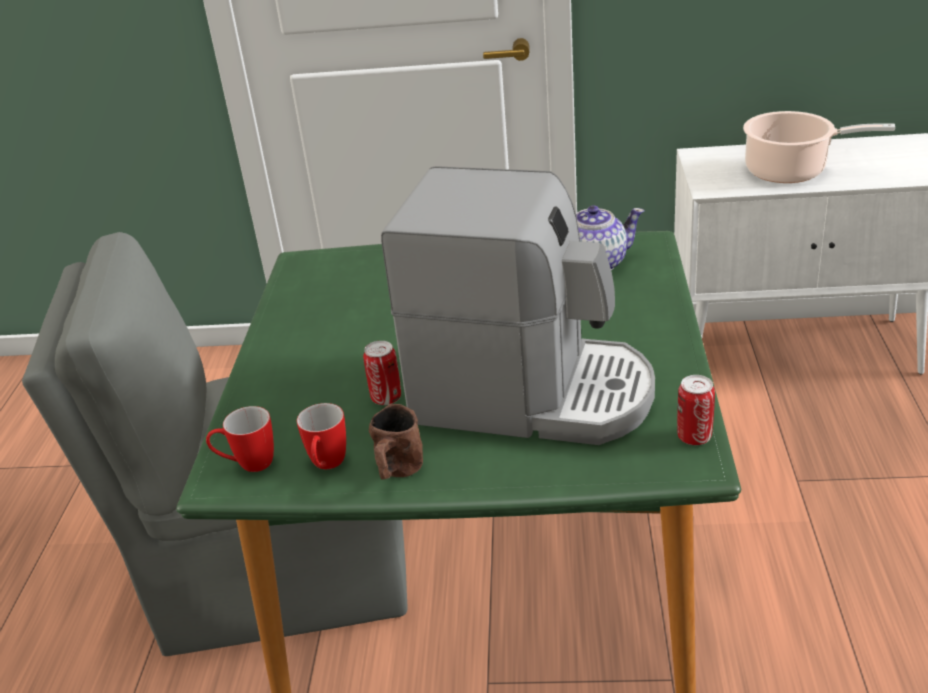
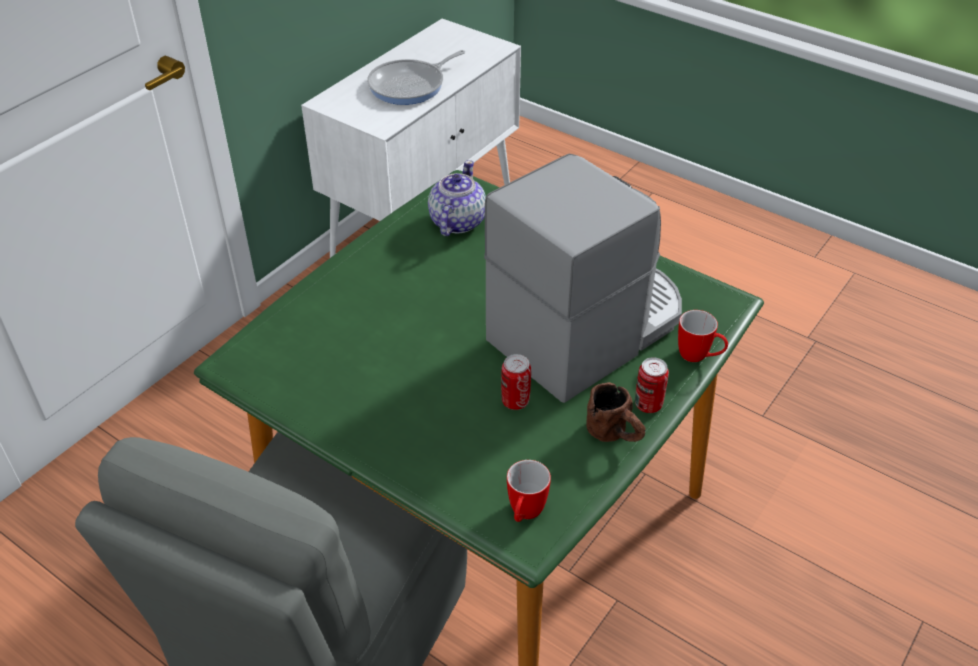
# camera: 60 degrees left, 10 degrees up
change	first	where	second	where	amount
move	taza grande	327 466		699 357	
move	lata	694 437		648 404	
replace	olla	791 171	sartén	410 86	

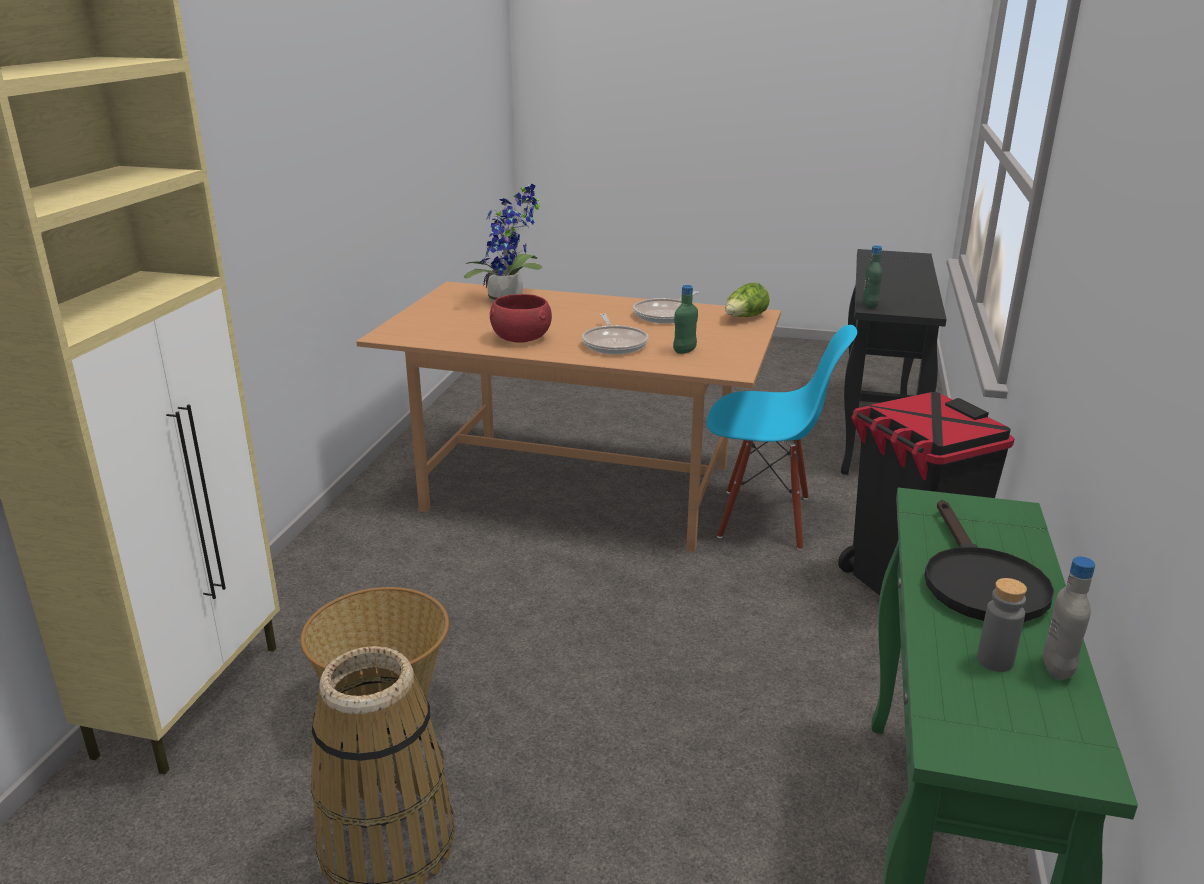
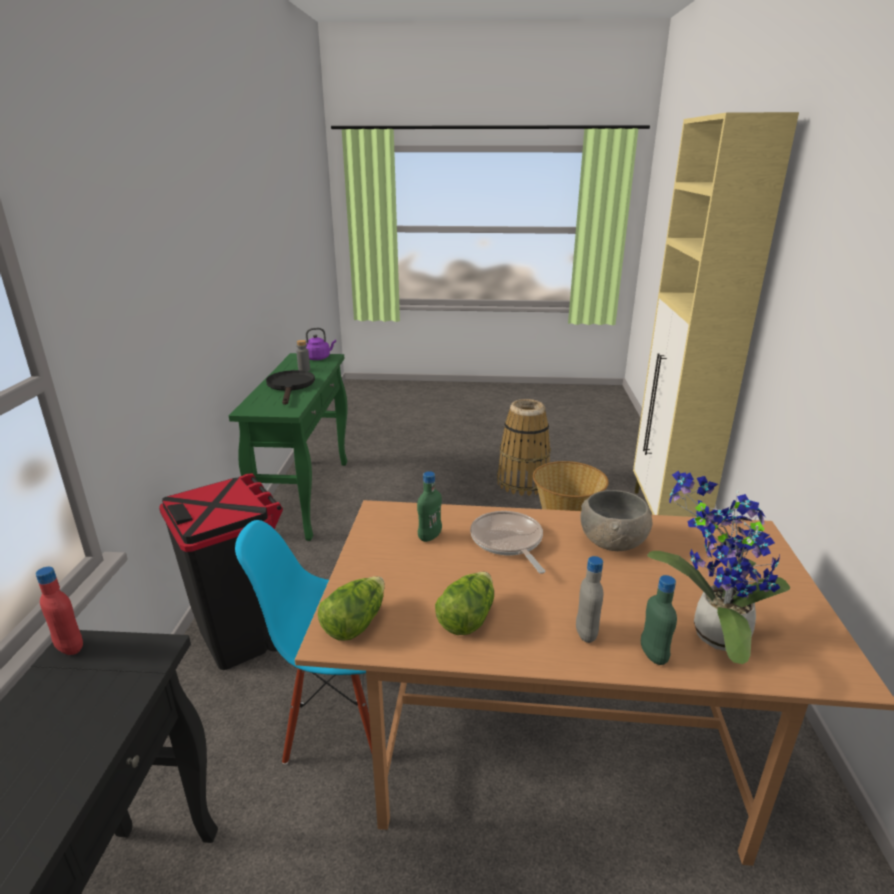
# camera: 170 degrees right, 0 degrees up
change	first	where	second	where	amount
insert			botella (rojo)	70 647	
insert			hervidor (morado)	319 358	
move	botella (verde)	869 305		653 655	
move	botella (gris)	1057 668		586 633	
replace	sartén	666 315	lechuga	467 617	
recolor	cuenco (rojo)	520 338	cuenco (gris)	613 541	

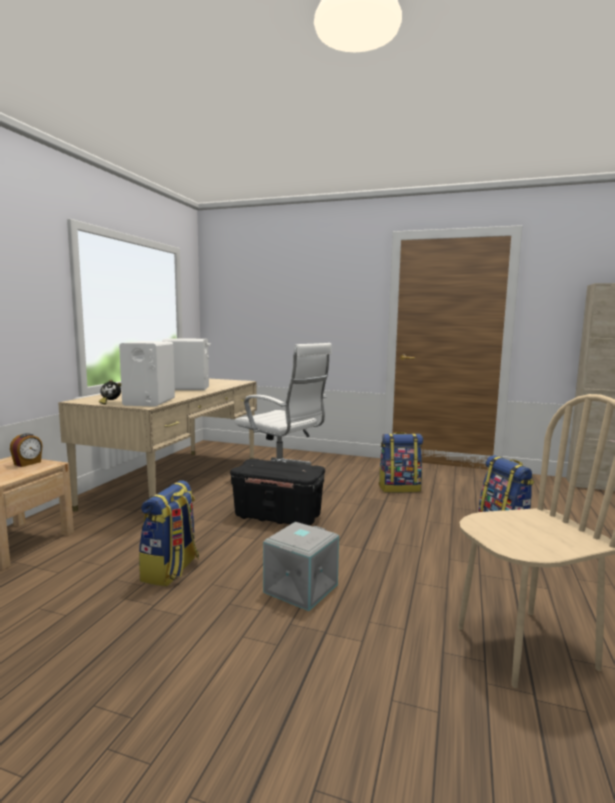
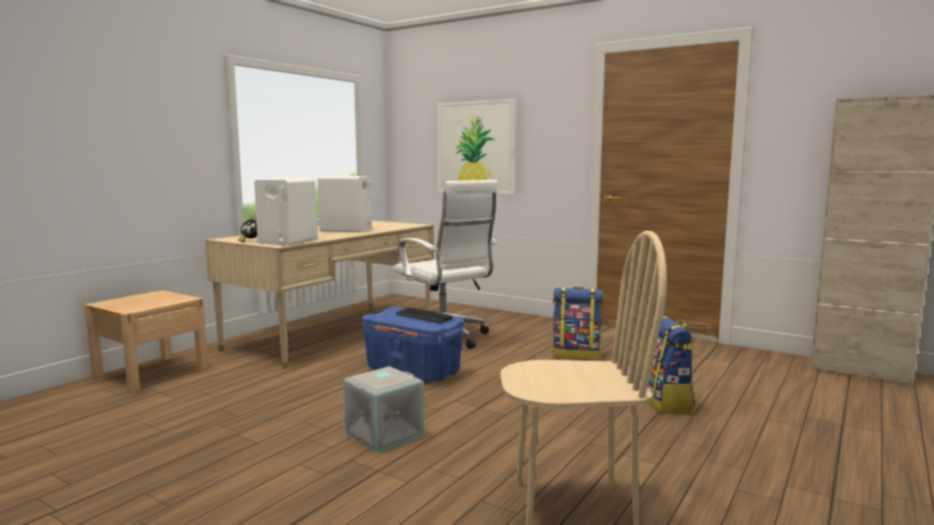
# camera: 15 degrees right, 0 degrees up
change	first	where	second	where	amount
delete	despertador	28 463			
delete	mochila	171 571			
insert			teclado	423 316	
insert			cuadro	476 147	
recolor	caja de almacenaje (negro)	278 516	caja de almacenaje (azul)	414 371	

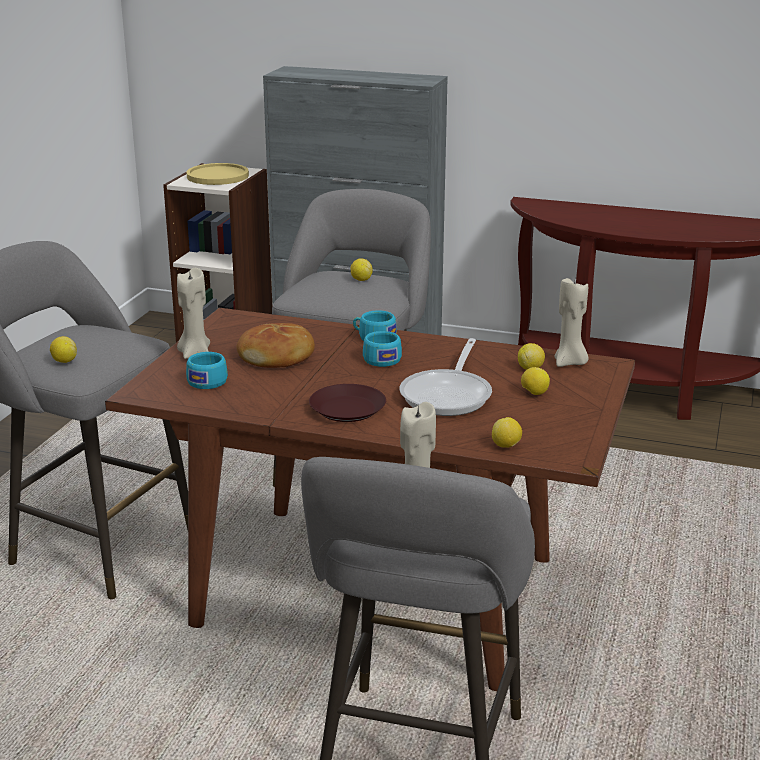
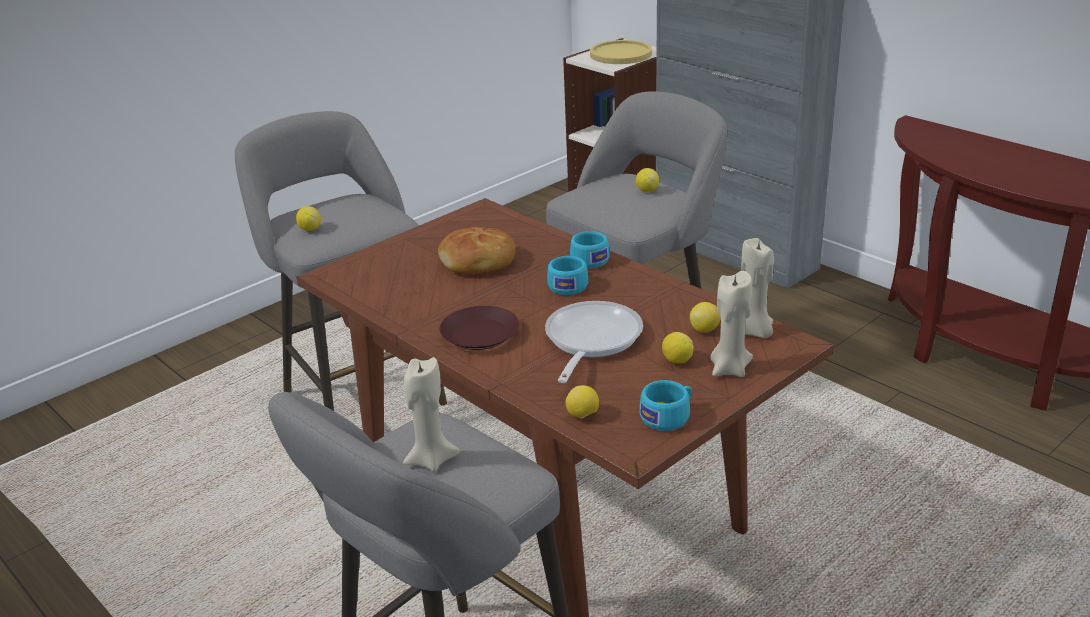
# camera: 30 degrees right, 5 degrees up
change	first	where	second	where	amount
move	vela (beis)	194 353		729 369	
move	taza (turquesa)	210 380		669 416	
rotate	sartén	449 395		590 341	150 degrees clockwise

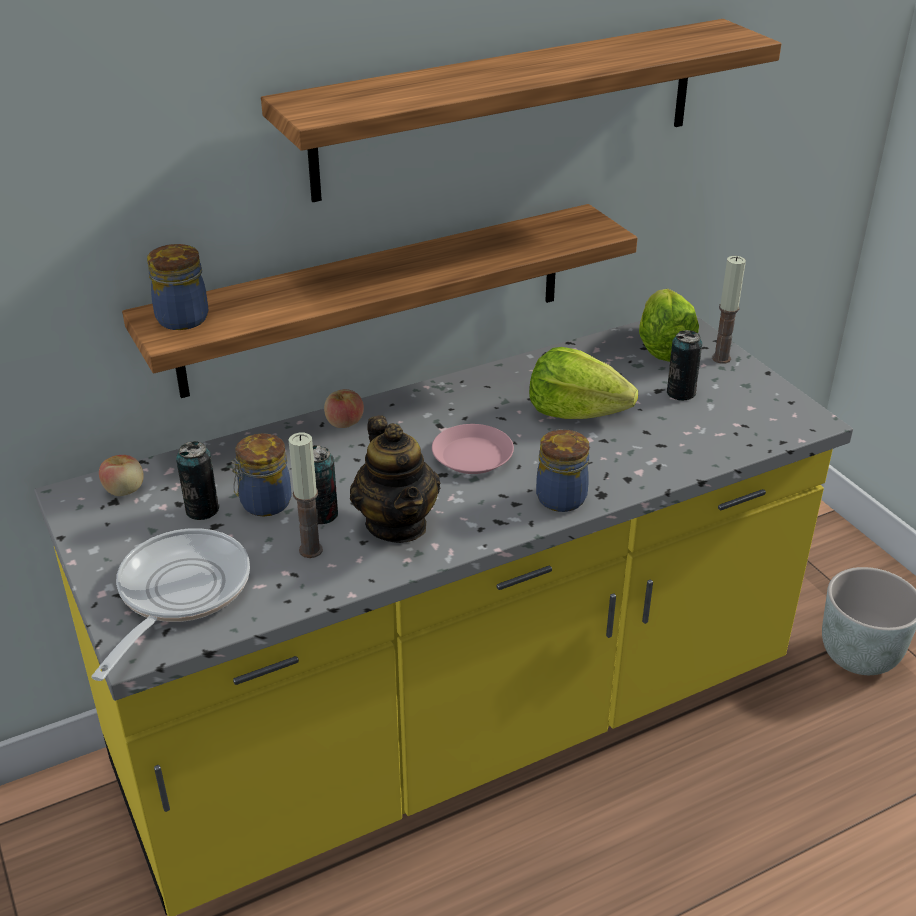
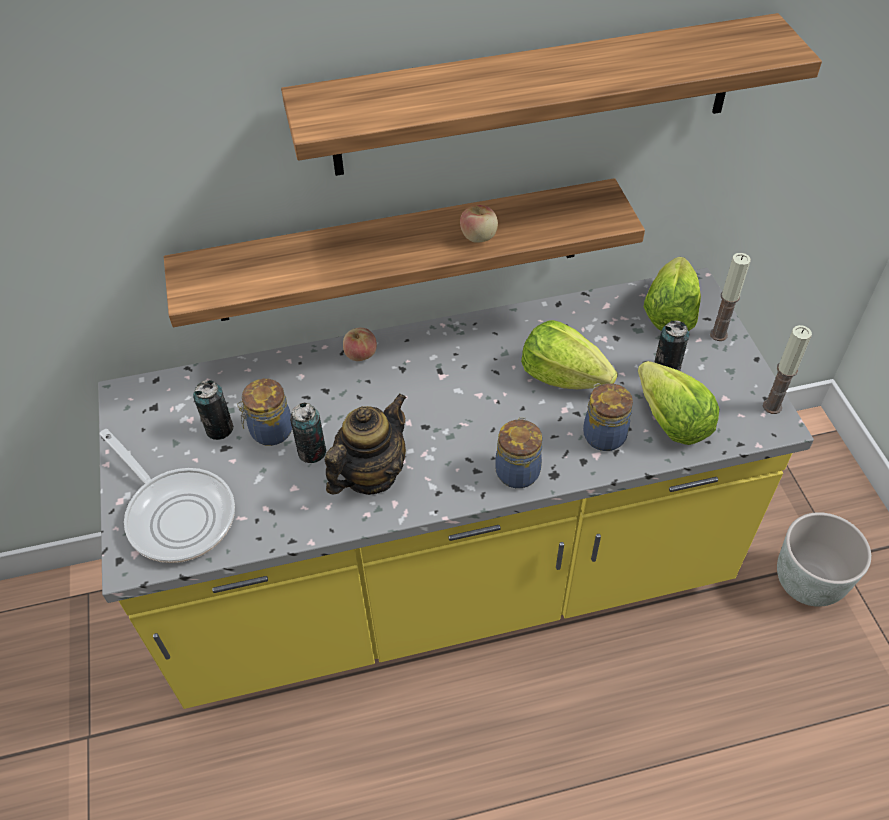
# camera: 15 degrees right, 15 degrees up
change	first	where	second	where	amount
delete	plato (rosa)	472 456			
insert			lechuga	670 421	
move	manzana	125 490		479 237	
move	tarro	181 318		603 434	
move	vela	311 550		772 406	
rotate	sartén	178 594		177 513	105 degrees clockwise
rotate	tetera	397 524		370 474	135 degrees counterclockwise

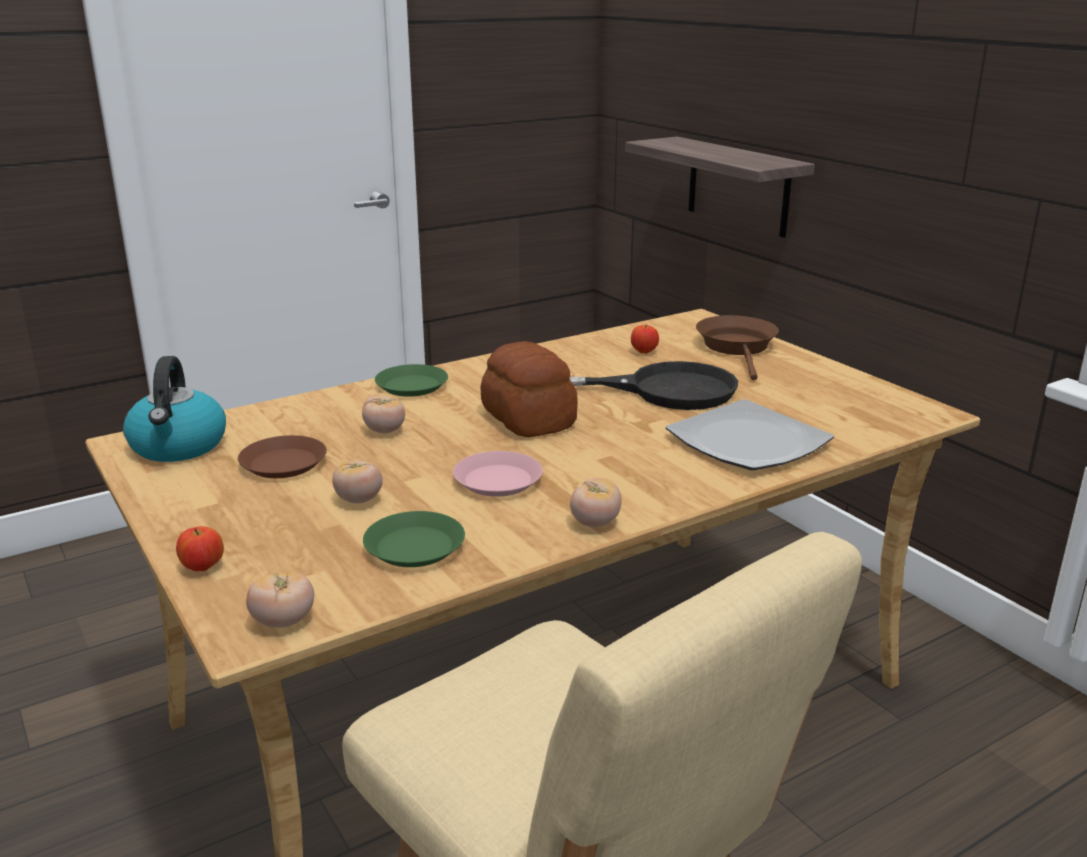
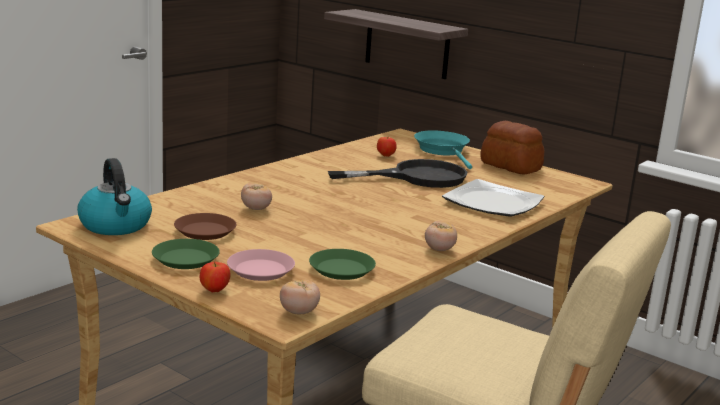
# camera: 20 degrees left, 5 degrees down
change	first	where	second	where	amount
delete	tomate	359 500			
move	plato (verde)	411 386		185 259	
move	plato (rosa)	498 481		261 270	
move	pan	529 418		510 166	
recolor	sartén (marrón)	738 347	sartén (turquesa)	443 151	

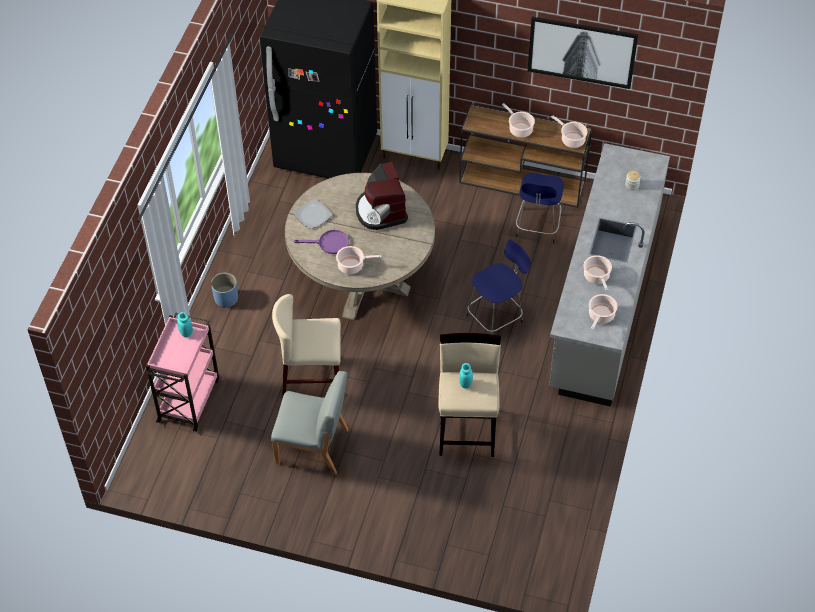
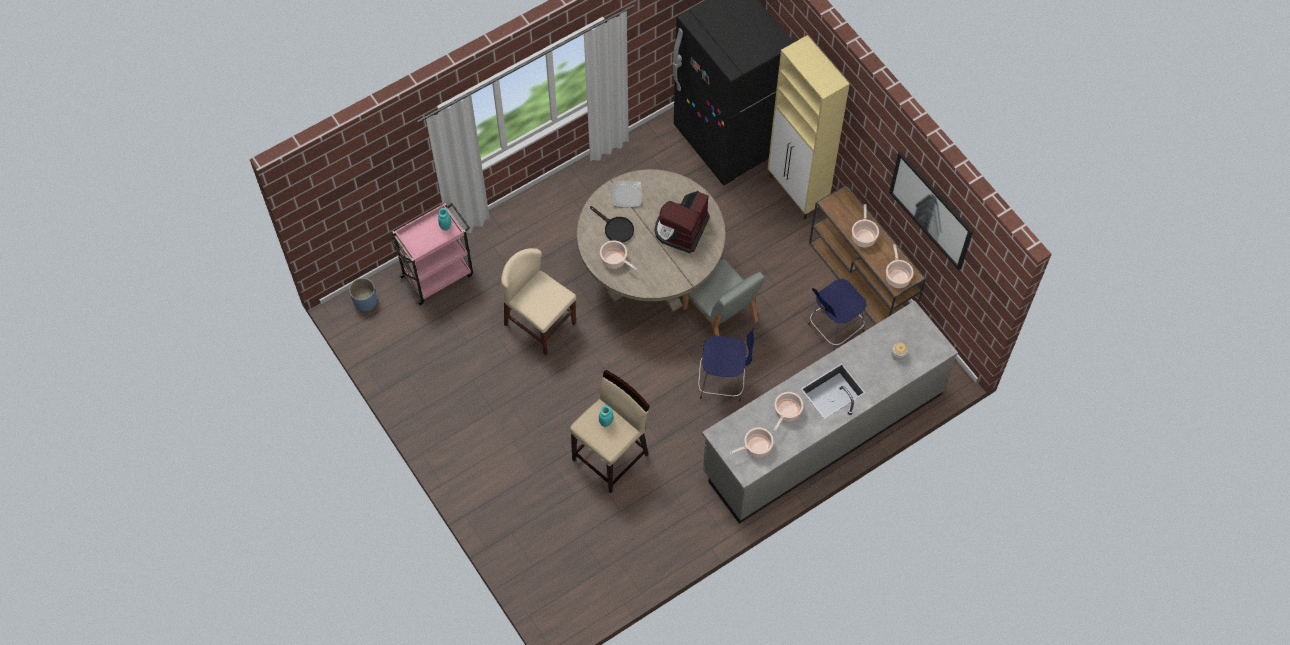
# camera: 40 degrees right, 10 degrees up
change	first	where	second	where	amount
move	maceta (azul)	226 299		365 301	
move	silla (gris)	313 447		720 315	
recolor	sartén (morado)	329 243	sartén (negro)	615 228	

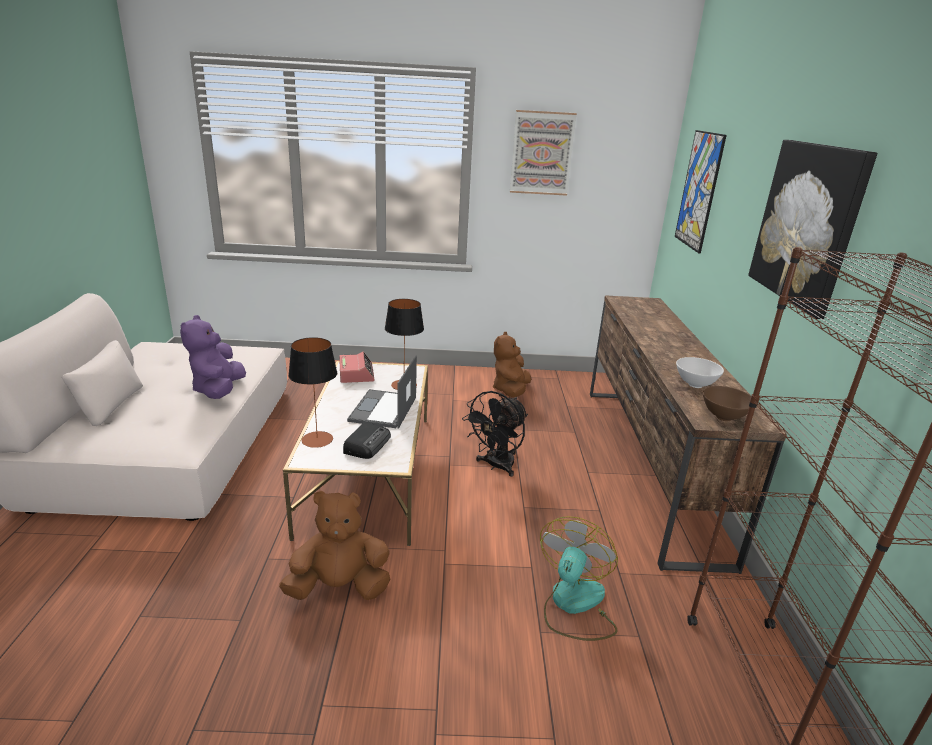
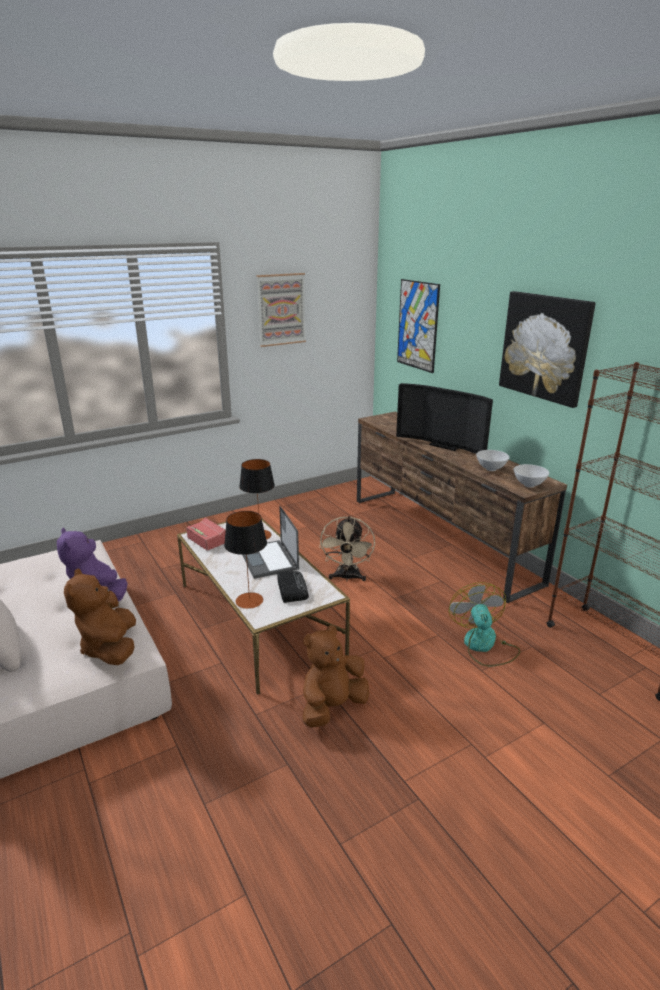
# camera: 30 degrees left, 0 degrees up
change	first	where	second	where	amount
insert			televisor	445 445	
move	peluche (marrón)	510 390		110 648	
recolor	ventilador (negro)	496 466	ventilador (beis)	347 577	
recolor	cuenco (marrón)	724 417	cuenco (blanco)	529 485	

